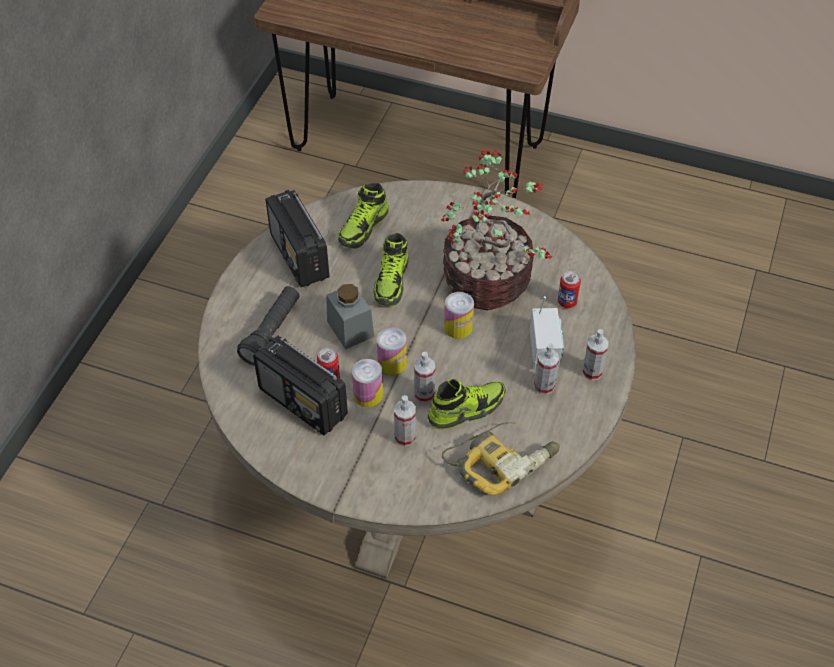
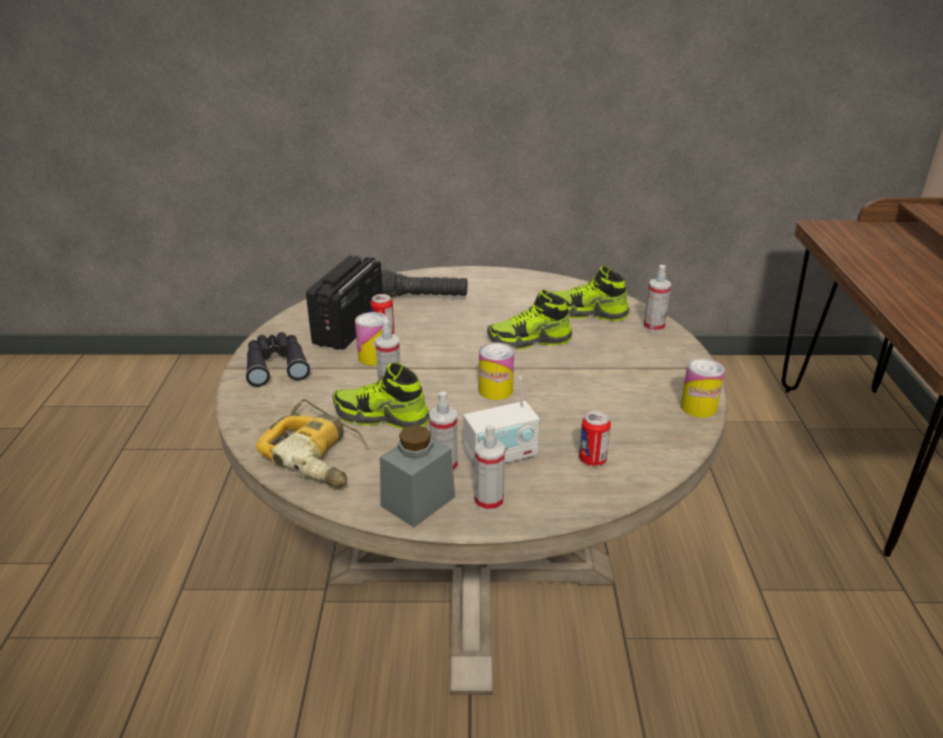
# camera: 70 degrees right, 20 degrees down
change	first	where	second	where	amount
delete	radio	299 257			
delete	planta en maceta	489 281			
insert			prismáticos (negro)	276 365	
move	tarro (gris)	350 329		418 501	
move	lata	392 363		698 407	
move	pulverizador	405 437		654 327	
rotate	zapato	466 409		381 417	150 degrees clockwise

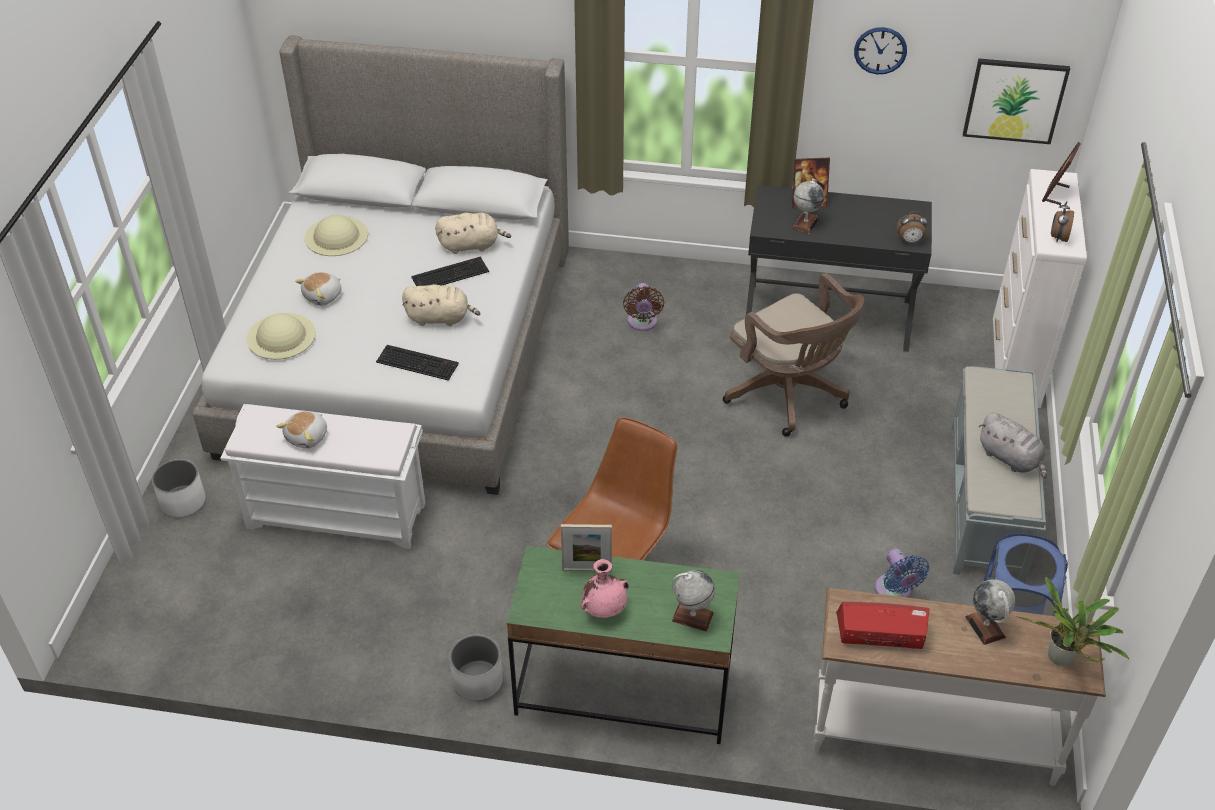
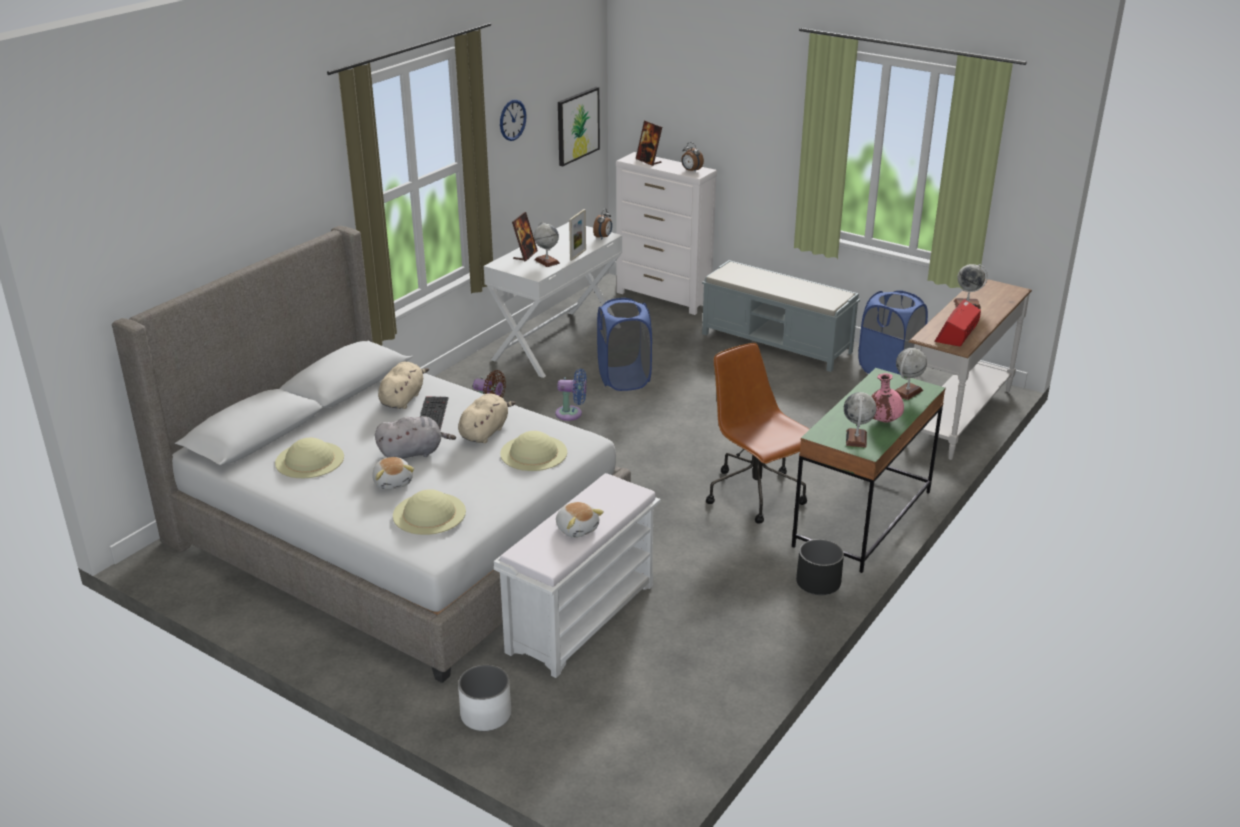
# camera: 65 degrees left, 15 degrees down
change	first	where	second	where	amount
delete	planta en maceta	1062 660			
insert			globo terráqueo	856 439	
move	portarretratos	587 569		578 255	
move	ventilador (azul)	894 592		572 414	
move	peluche (gris)	1011 459		413 453	
replace	teclado	418 362	sombrero (beis)	533 453	
replace	silla de oficina (marrón)	789 395	cesto de la ropa (azul)	624 379	
recolor	maceta (blanco)	478 680	maceta (negro)	818 583	
recolor	escritorio (negro)	828 315	escritorio (blanco)	556 343	

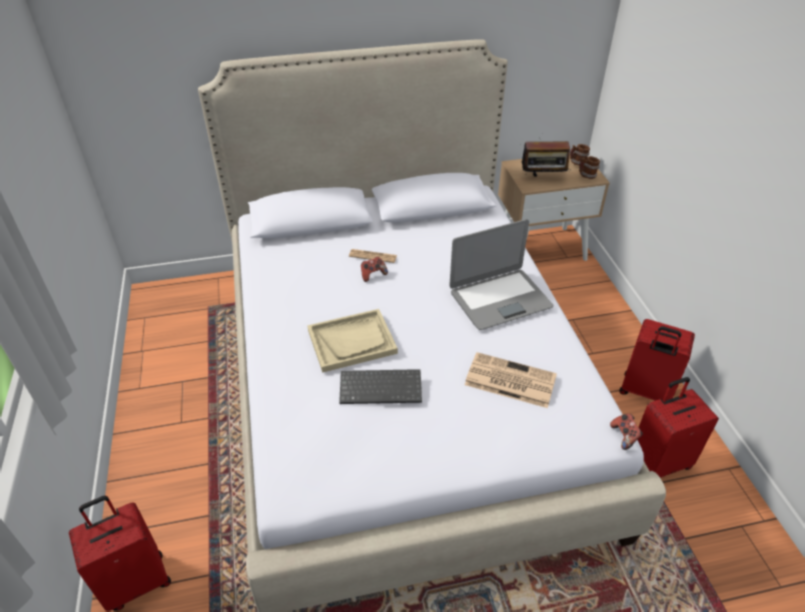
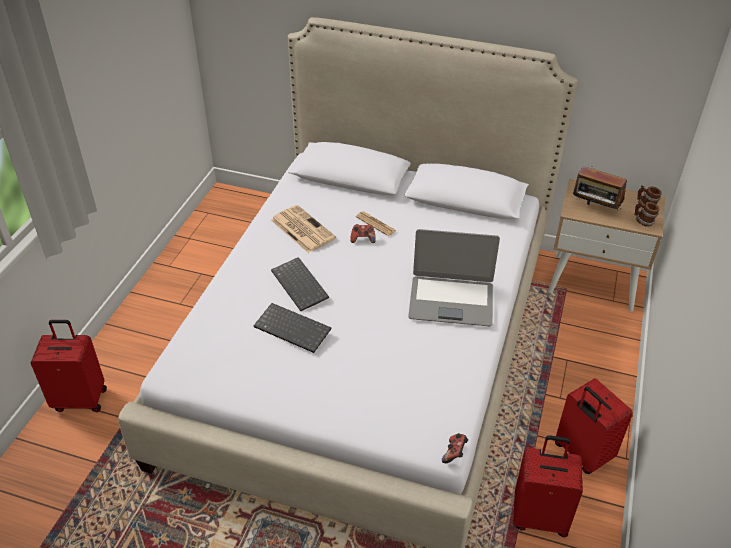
# camera: 30 degrees right, 0 degrees up
change	first	where	second	where	amount
move	periódico	509 380		301 229	
replace	bandeja (beis)	352 341	teclado	301 285	

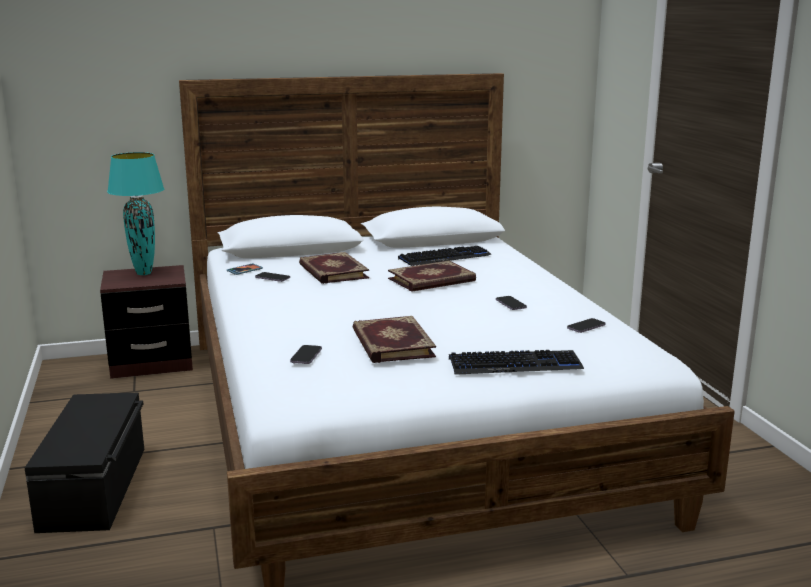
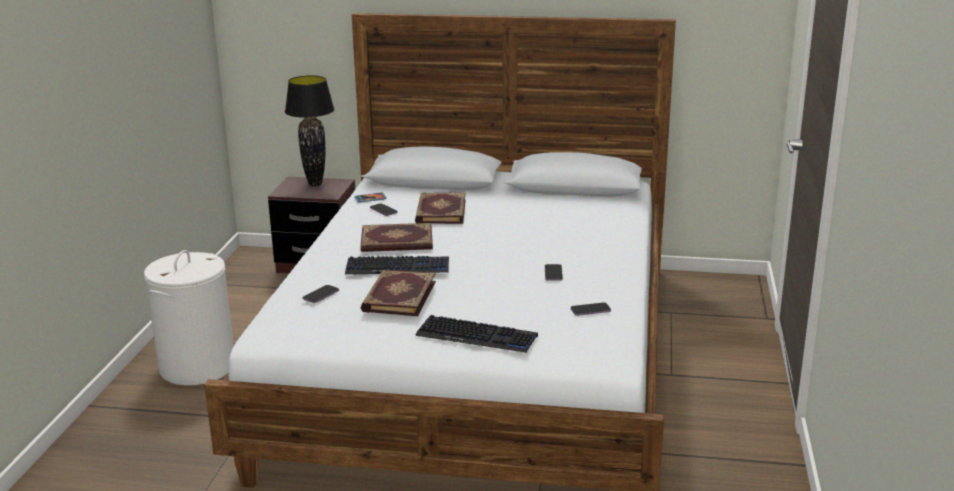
# camera: 25 degrees right, 5 degrees up
change	first	where	second	where	amount
move	libro	432 280		397 242	
move	teclado	445 257		397 267	
replace	caja de almacenaje (negro)	96 487	cesto de la ropa (blanco)	198 366	
recolor	lámpara de mesa (turquesa)	143 273	lámpara de mesa (negro)	315 184	

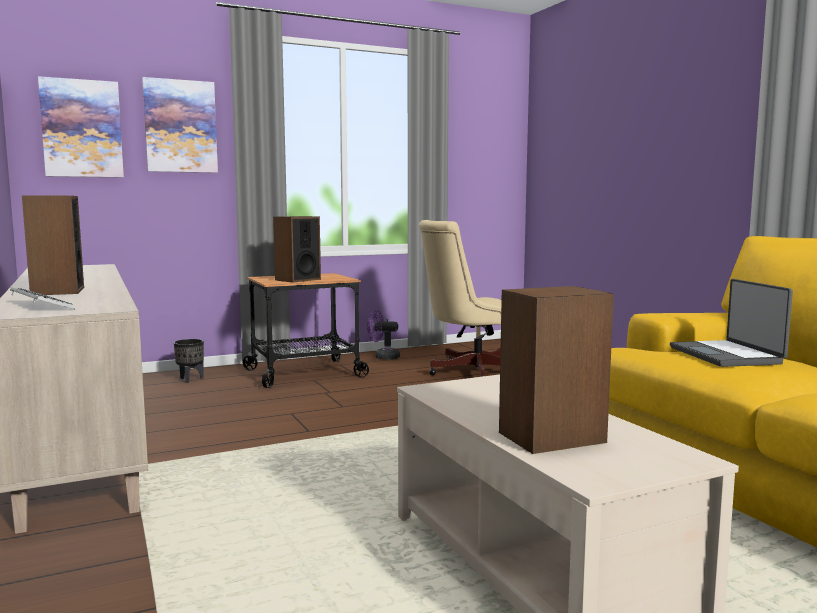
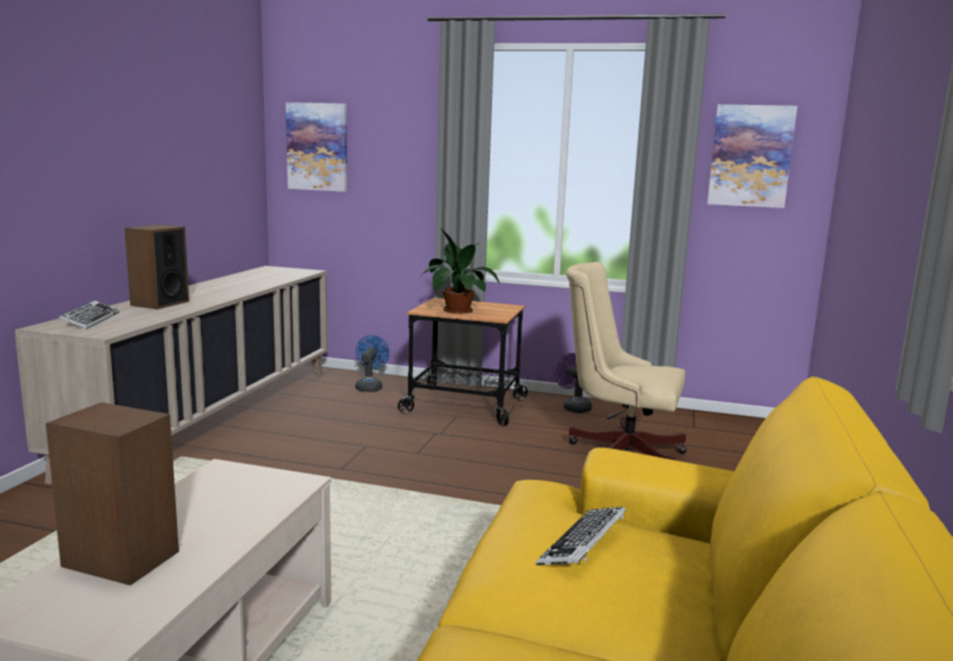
# camera: 40 degrees right, 5 degrees up
change	first	where	second	where	amount
move	cuadro	180 126		750 156	
replace	maceta (negro)	190 380	ventilador (azul)	370 387	
replace	altavoz	297 280	planta en maceta	455 310	
replace	portátil	727 355	teclado	583 544	

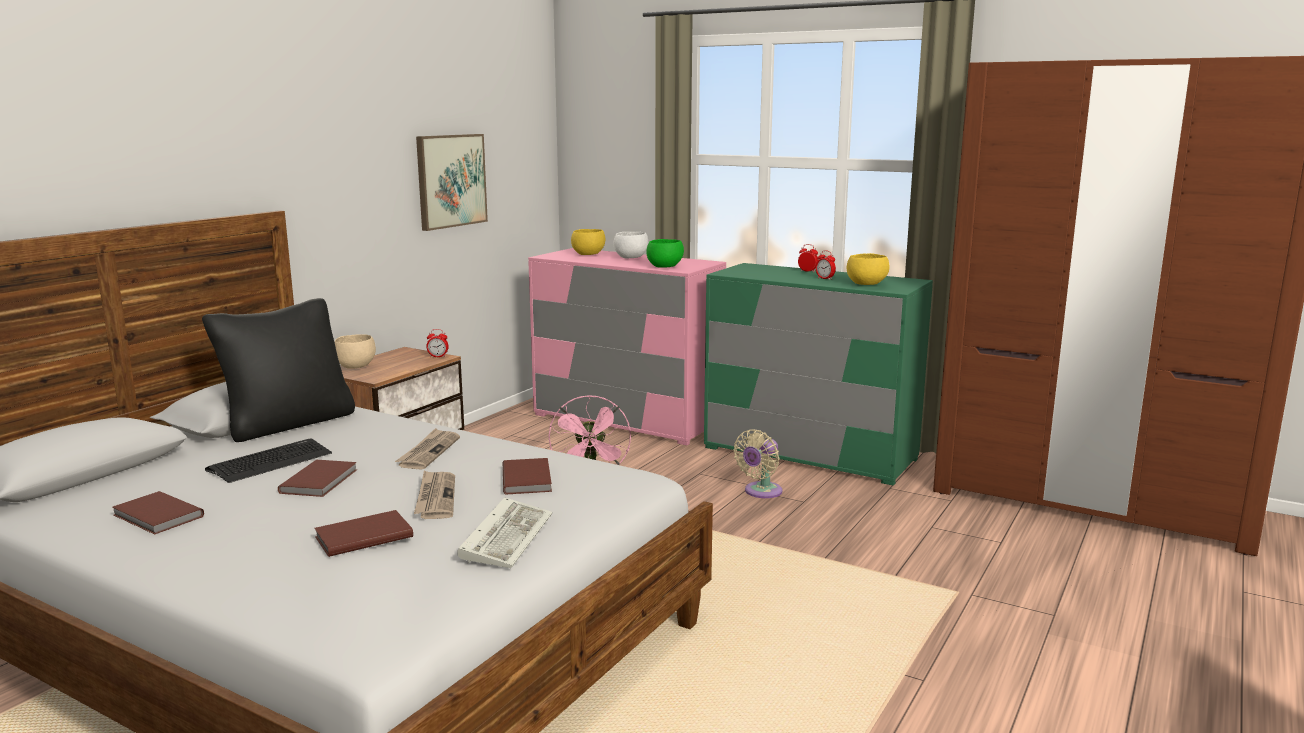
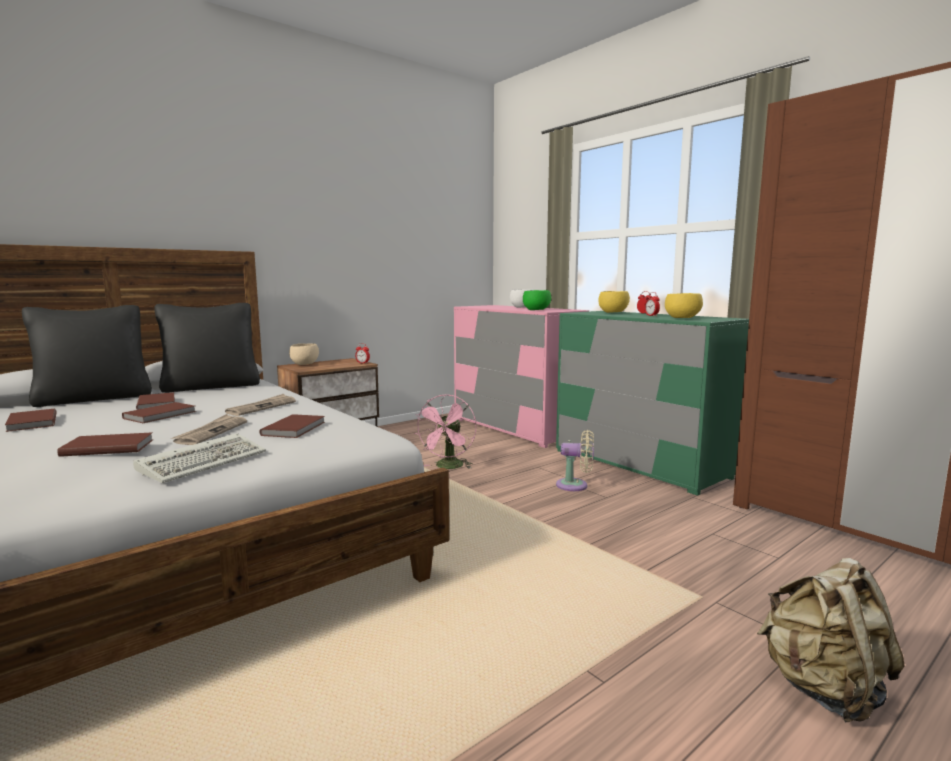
# camera: 20 degrees right, 5 degrees down
change	first	where	second	where	amount
delete	cuadro	451 180			
insert			cojín (negro)	94 398	
insert			mochila (beis)	823 689	
move	cuenco (amarillo)	588 254		613 312	
replace	teclado	271 462	libro (marrón)	158 403	
rotate	ventilador (beis)	761 492		575 485	135 degrees counterclockwise

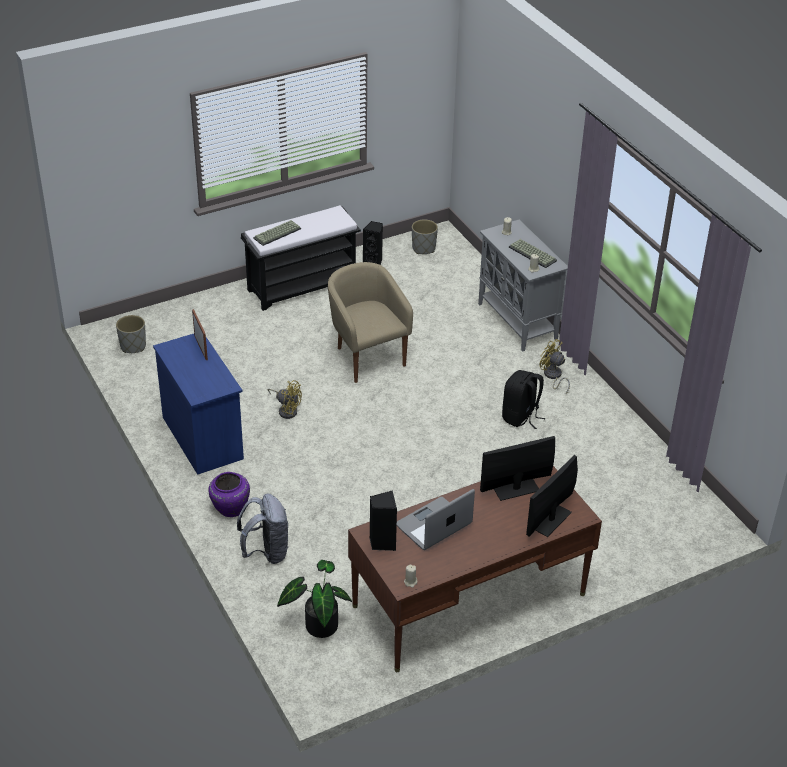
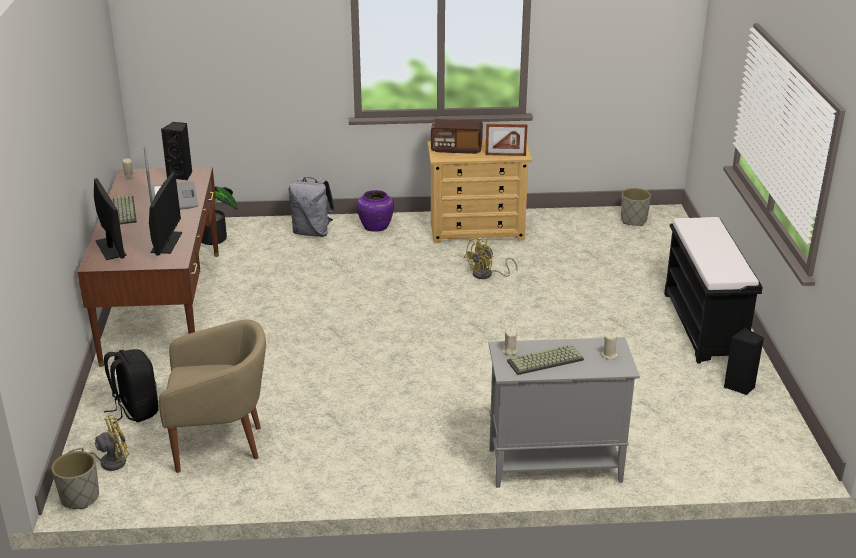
# camera: 115 degrees right, 10 degrees down
change	first	where	second	where	amount
insert			radio	456 149	
move	teclado	277 234		123 210	
move	sillón (beis)	366 357		221 444	
move	maceta (gris)	424 248		80 498	
move	mochila (negro)	521 417		135 410	
move	ventilador (amarillo)	553 376		108 461	
recolor	cómoda (azul)	202 437	cómoda (beis)	477 230	

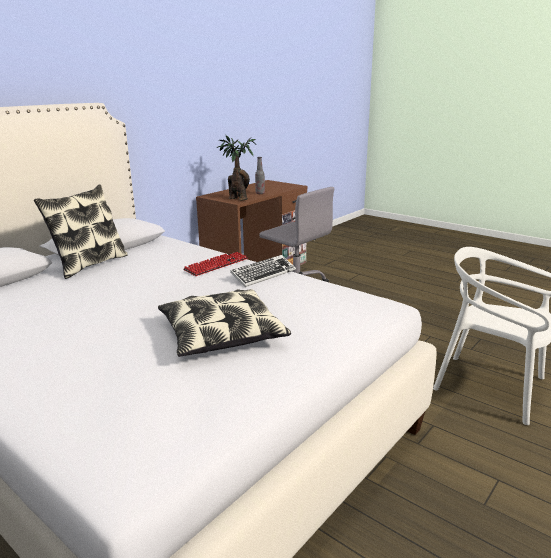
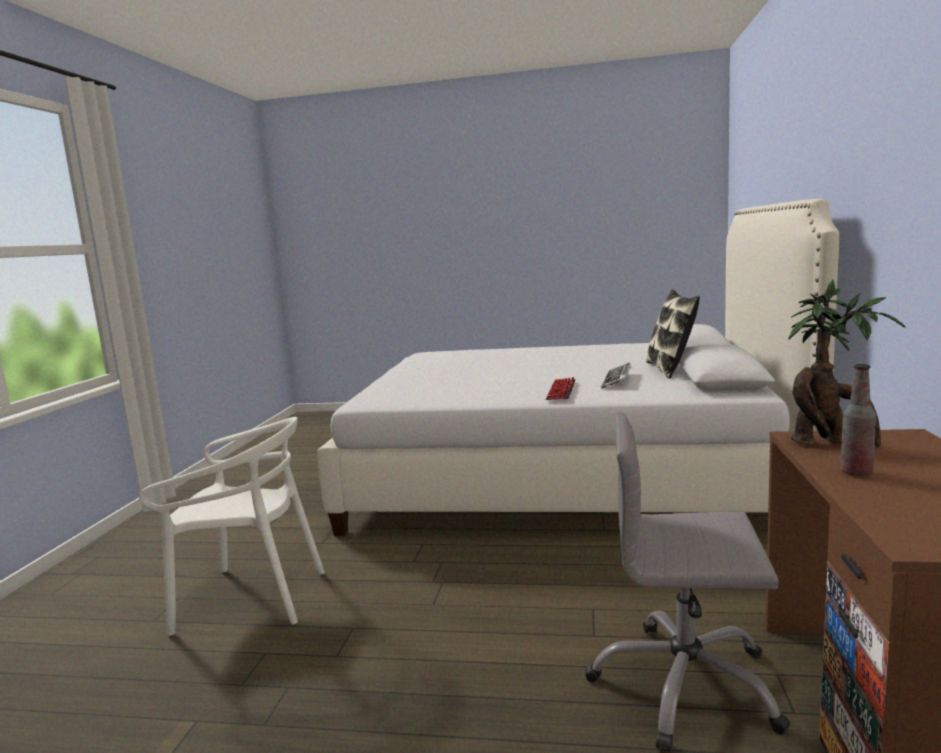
# camera: 150 degrees right, 10 degrees down
change	first	where	second	where	amount
delete	cojín	221 335			
move	teclado	263 275		617 380	

